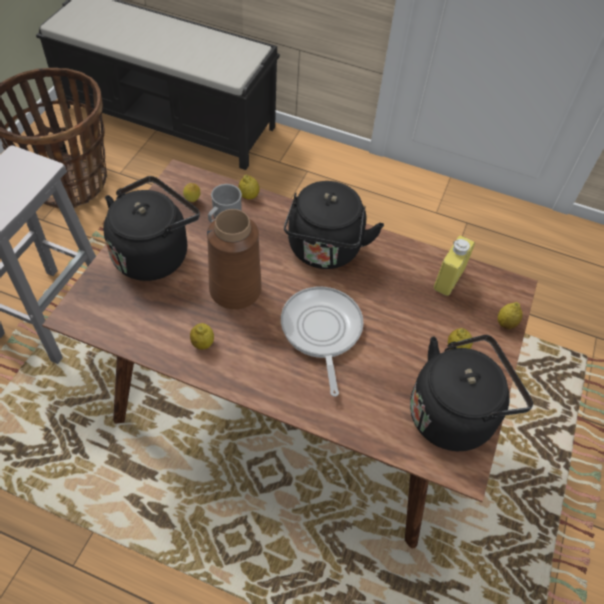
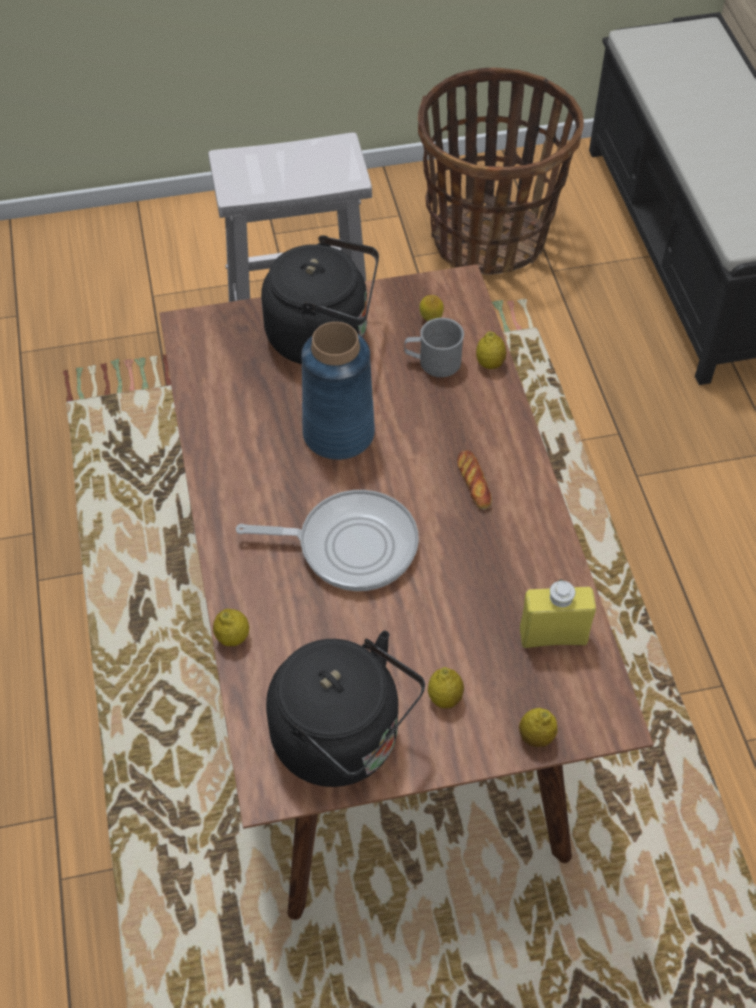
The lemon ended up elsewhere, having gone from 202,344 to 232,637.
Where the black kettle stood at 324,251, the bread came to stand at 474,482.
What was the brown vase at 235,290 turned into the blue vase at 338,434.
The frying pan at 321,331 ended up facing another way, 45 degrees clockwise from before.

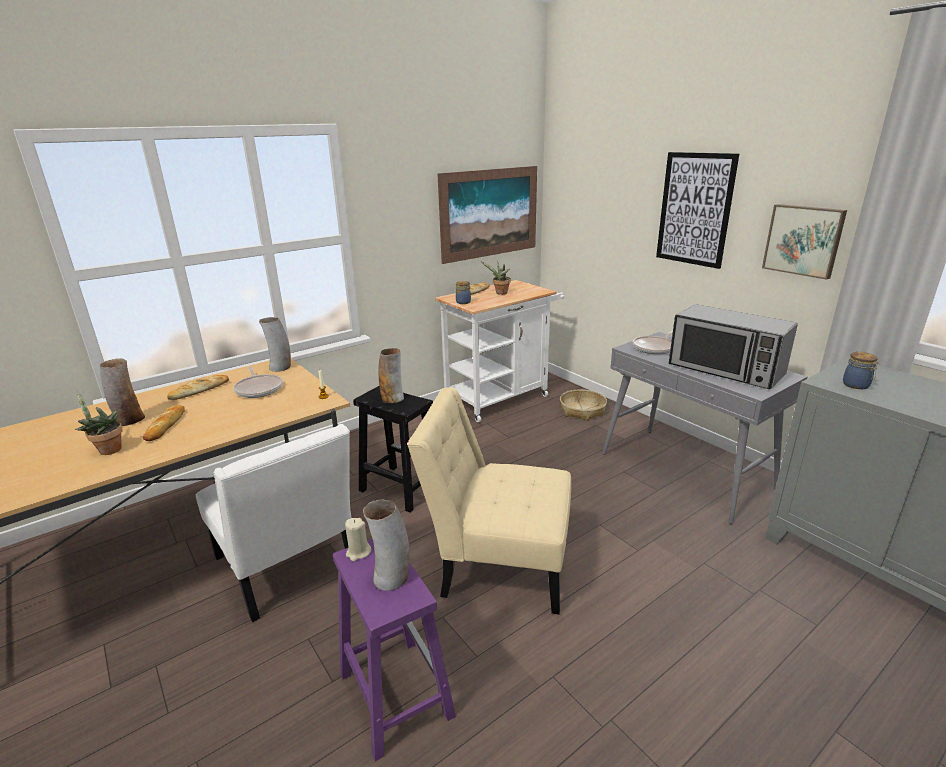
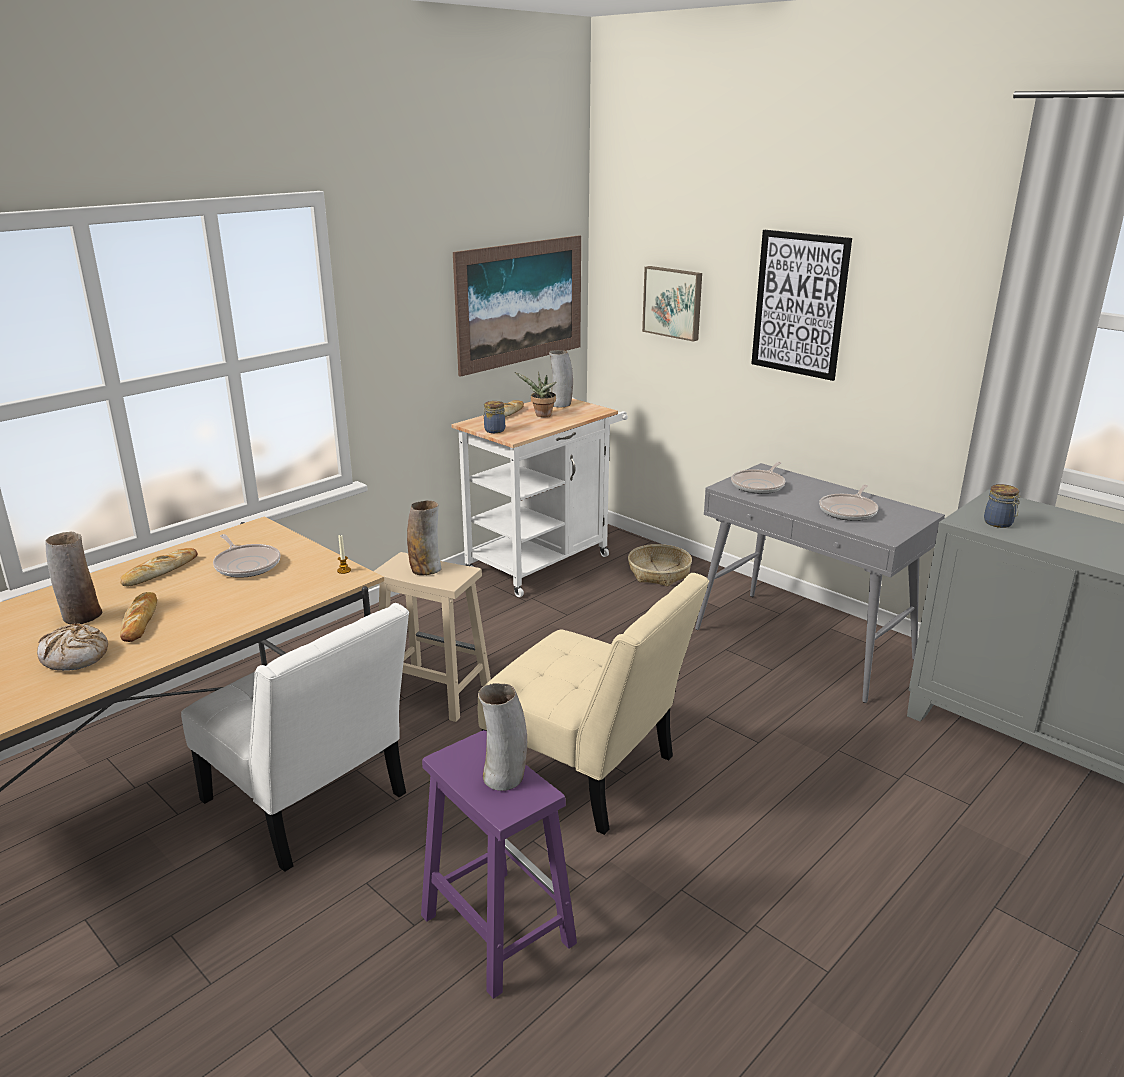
The second view lost the beige candle at 358,552.
The vase ended up elsewhere, having gone from 280,367 to 560,404.
The picture ended up elsewhere, having gone from 803,240 to 673,302.
Where the potted plant stood at 107,450, the bread came to stand at 75,657.
Where the microwave stood at 725,370, the frying pan came to stand at 849,511.
What was the black stool at 399,488 turned into the beige stool at 432,691.
The beige chair at 498,563 ended up facing another way, 150 degrees counterclockwise from before.

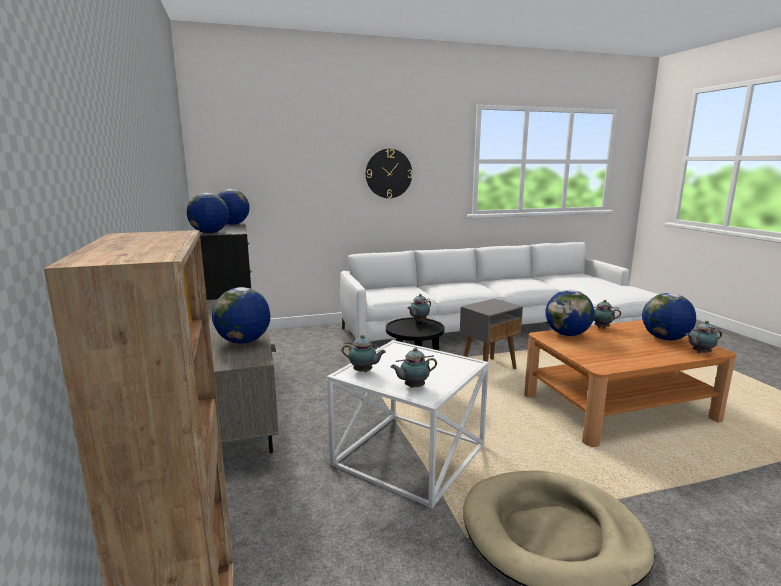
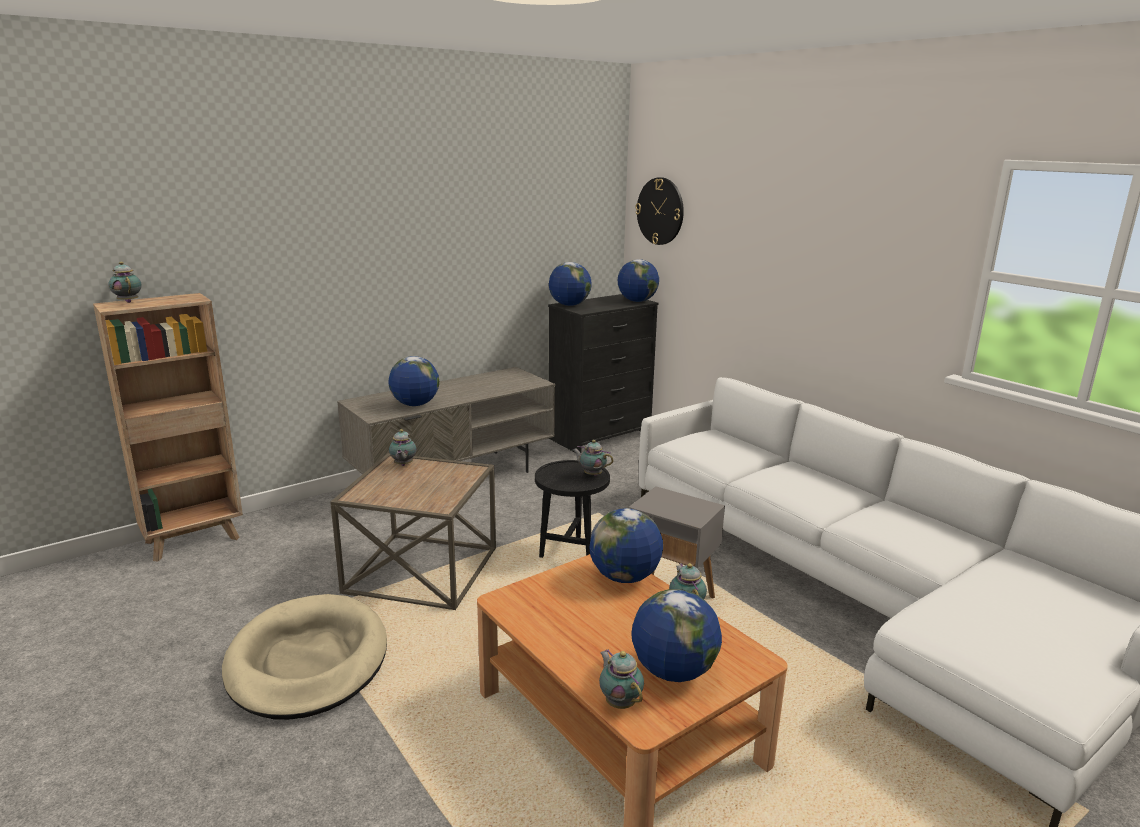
The wall clock ended up elsewhere, having gone from 388,173 to 660,211.
The teapot ended up elsewhere, having gone from 413,387 to 128,302.
What was the white side table at 408,455 turned into the brown side table at 421,569.

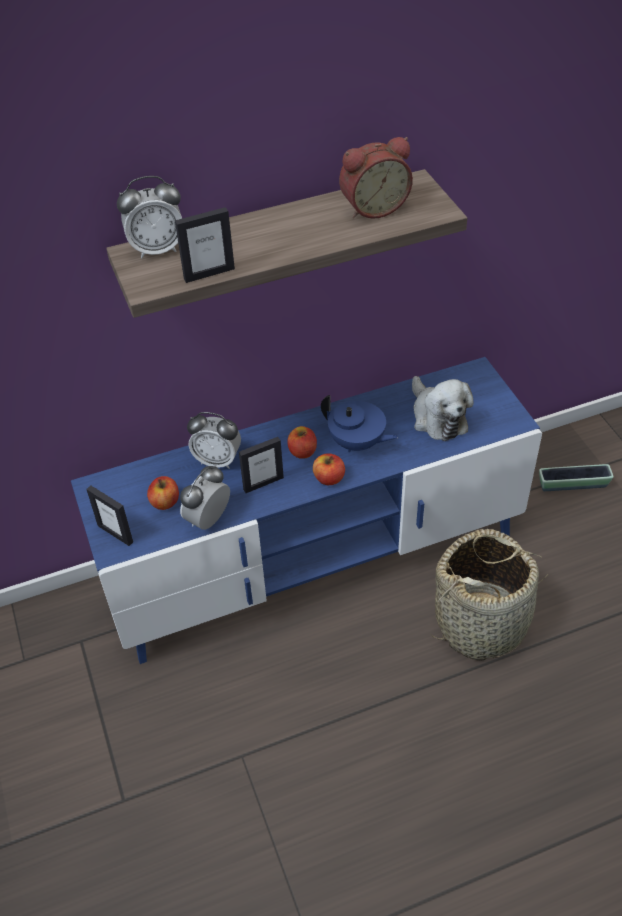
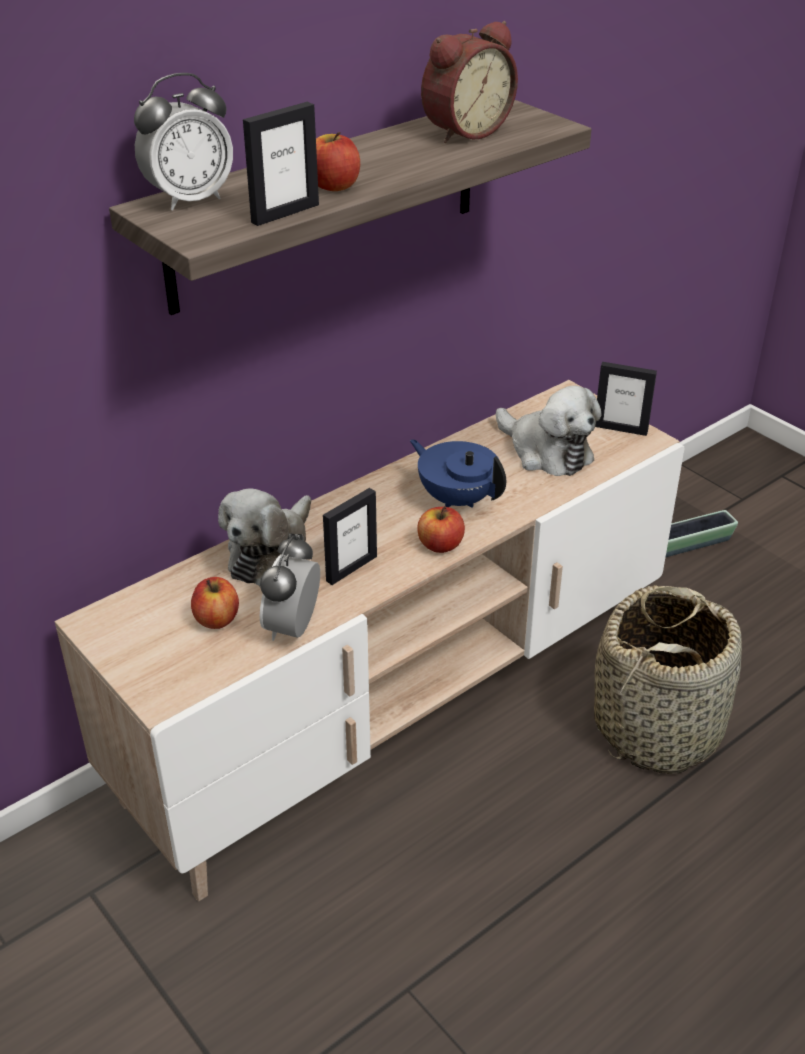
The picture frame ended up elsewhere, having gone from 115,533 to 620,429.
The apple ended up elsewhere, having gone from 302,451 to 334,186.
Where the alarm clock stood at 217,460, the plush toy came to stand at 271,553.
What was the blue tv stand at 315,560 turned into the beige tv stand at 401,702.
The blue teapot at 357,443 ended up facing another way, 150 degrees counterclockwise from before.

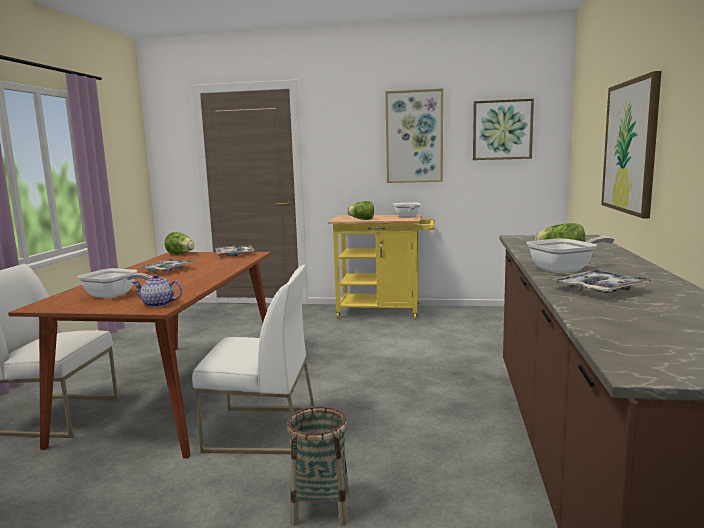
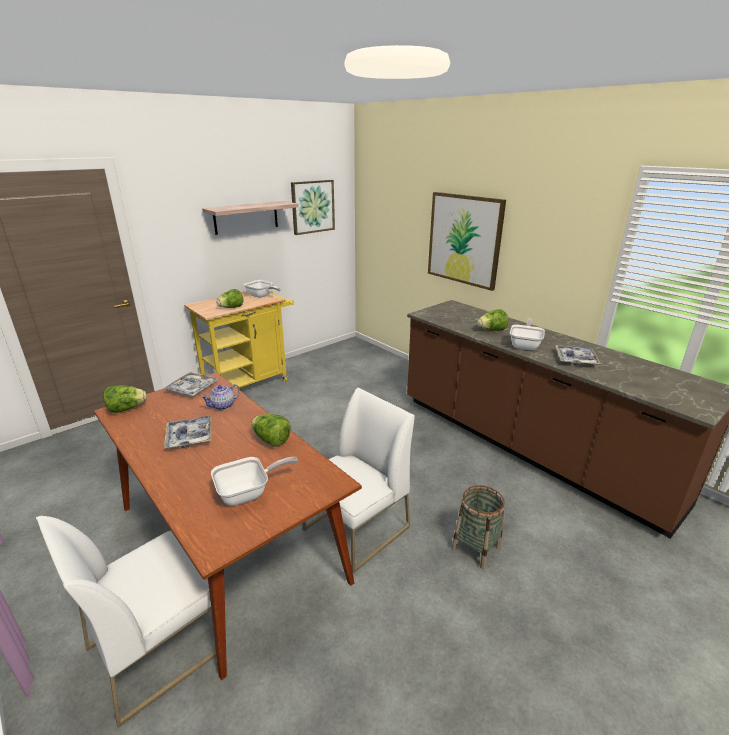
The second view gained the lettuce at 271,440.
The teapot ended up elsewhere, having gone from 158,304 to 223,406.
Where the picture hung at 414,136, the shelf came to hang at 246,217.

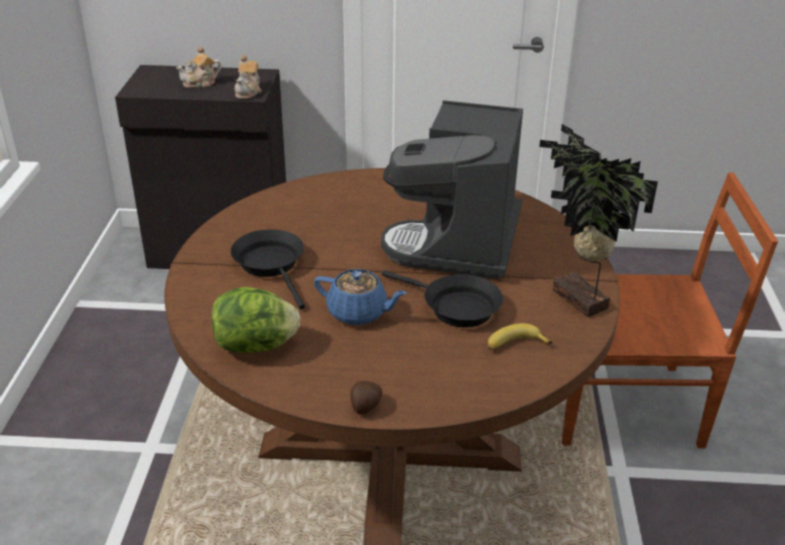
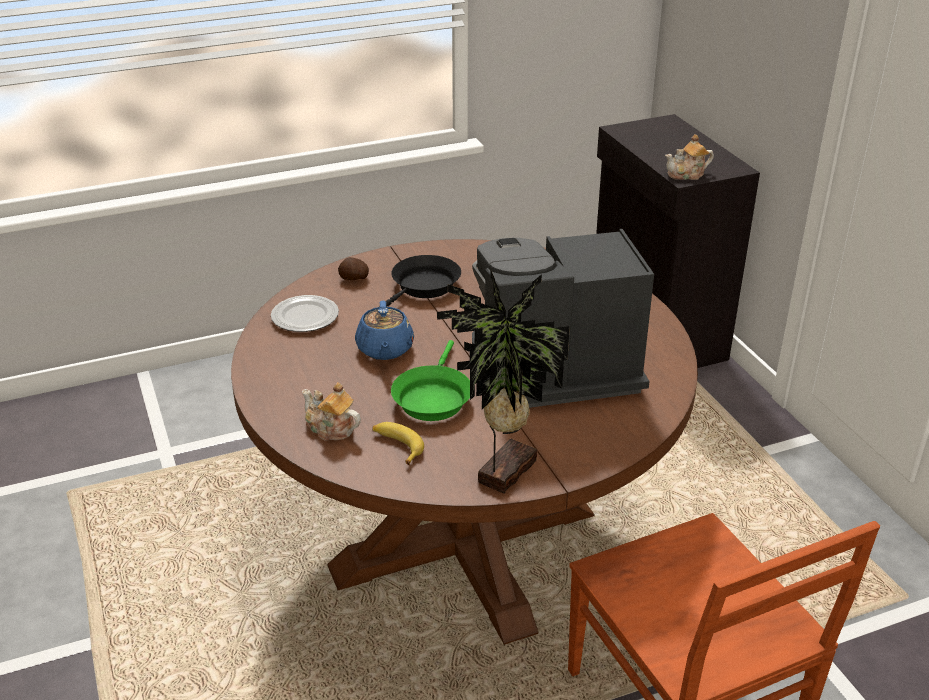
The teapot ended up elsewhere, having gone from 200,83 to 330,428.
The potato ended up elsewhere, having gone from 365,407 to 354,279.
Where the lettuce stood at 256,346, the plate came to stand at 305,317.
What was the black frying pan at 455,307 turned into the green frying pan at 433,397.

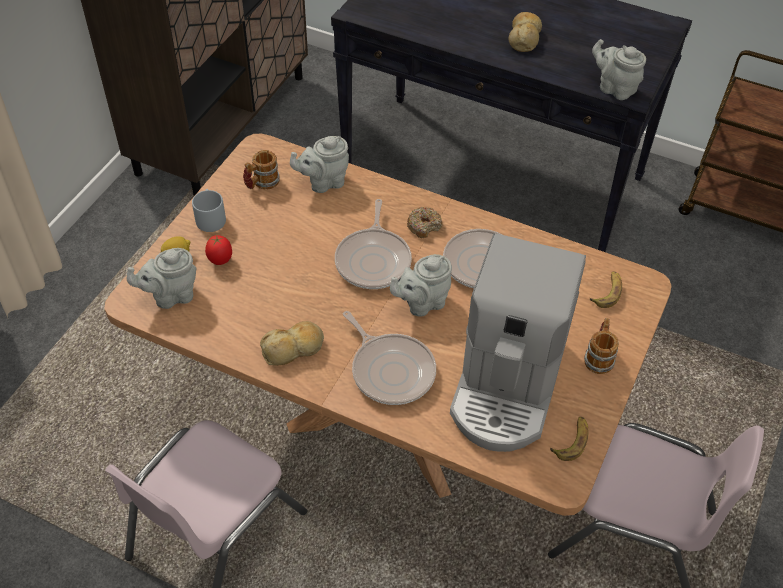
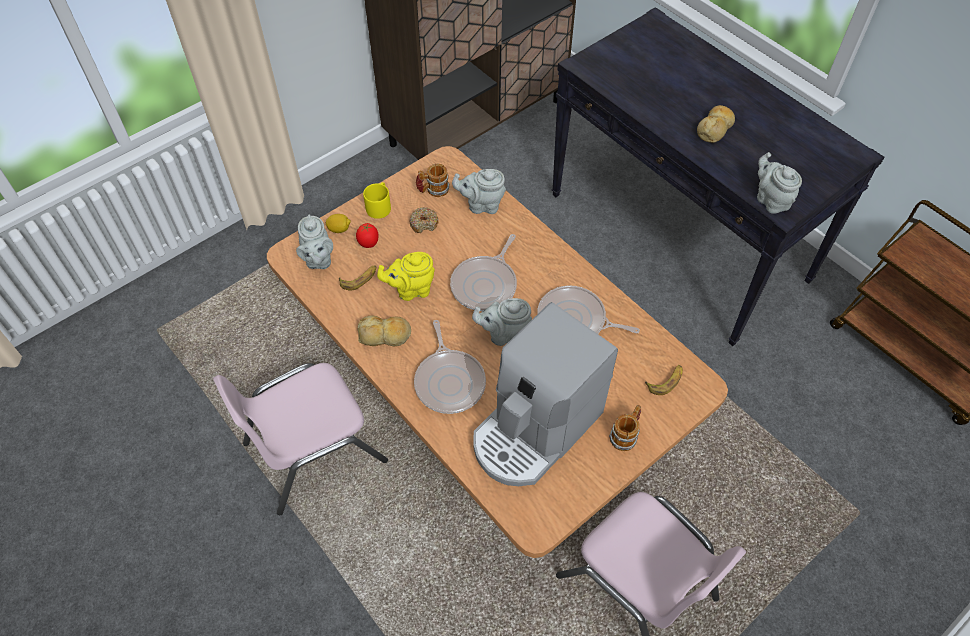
The second view gained the yellow teapot at 411,290.
The donut ended up elsewhere, having gone from 424,226 to 424,223.
The banana ended up elsewhere, having gone from 571,441 to 359,279.
What was the grey mug at 210,217 turned into the yellow mug at 379,205.
The grey teapot at 171,296 ended up facing another way, 105 degrees counterclockwise from before.

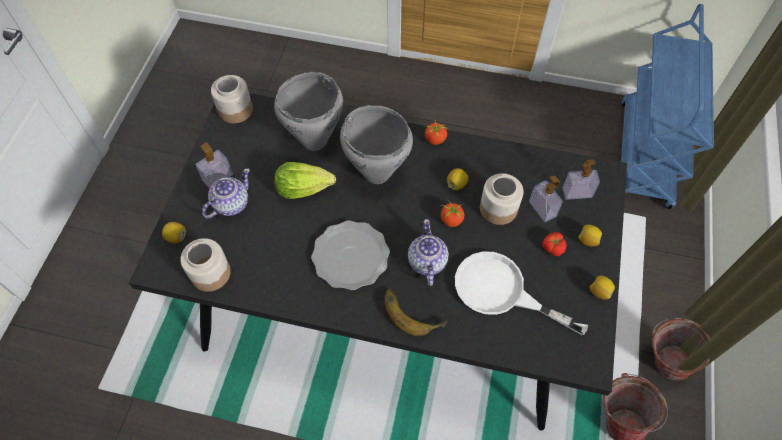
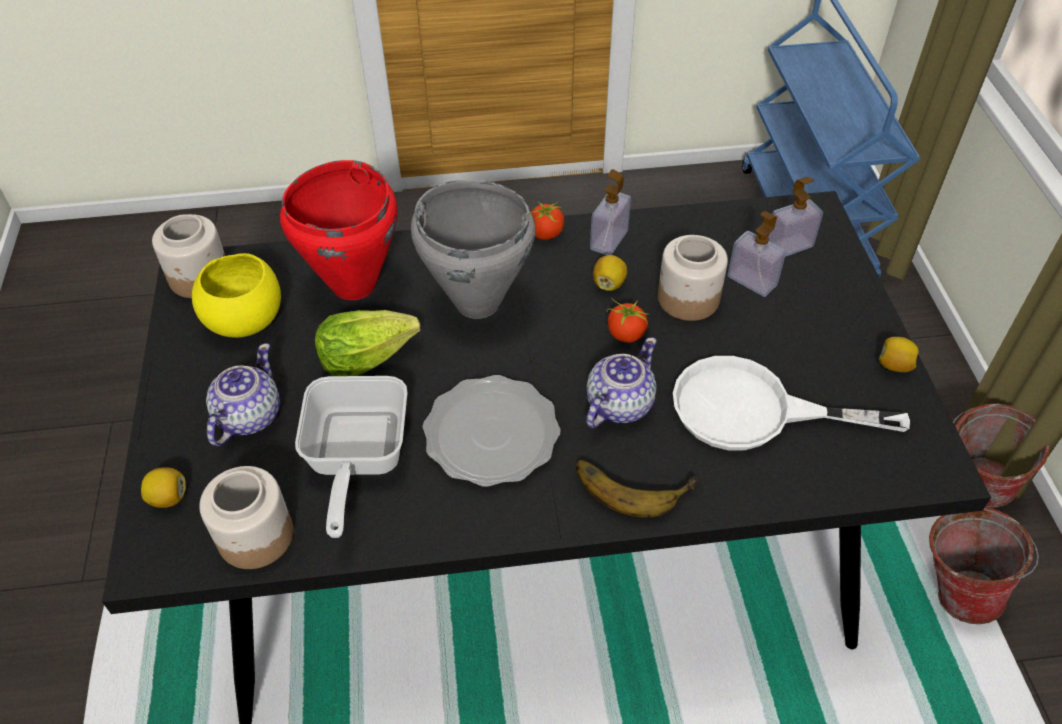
The second view lost the tomato at 552,248.
The second view lost the lemon at 587,240.
The second view gained the yellow bowl at 247,318.
The second view gained the frying pan at 355,459.
The soap dispenser ended up elsewhere, having gone from 217,177 to 609,240.
What was the grey cooking pot at 314,140 turned into the red cooking pot at 352,285.
The teapot at 426,262 ended up facing another way, 60 degrees clockwise from before.

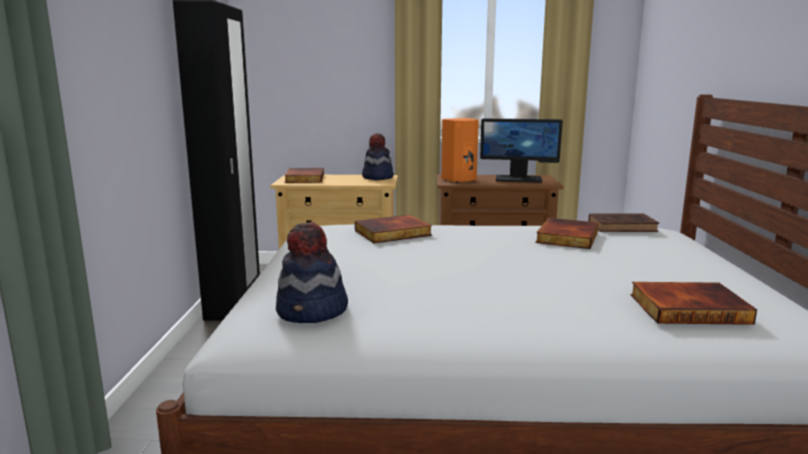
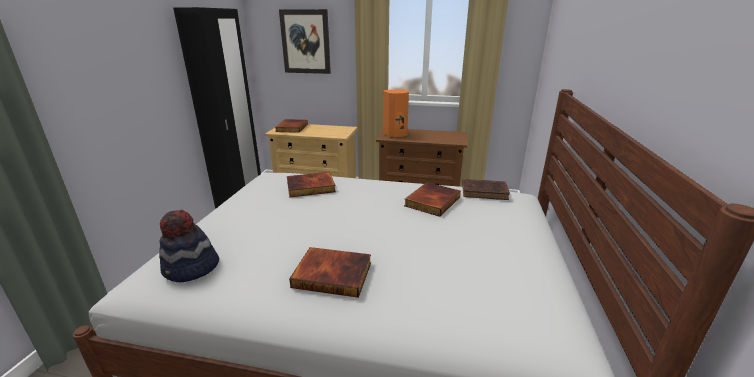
The second view lost the hat at 377,177.
The second view lost the monitor at 518,179.
The second view gained the picture at 305,42.
The book ended up elsewhere, having gone from 688,308 to 333,274.

